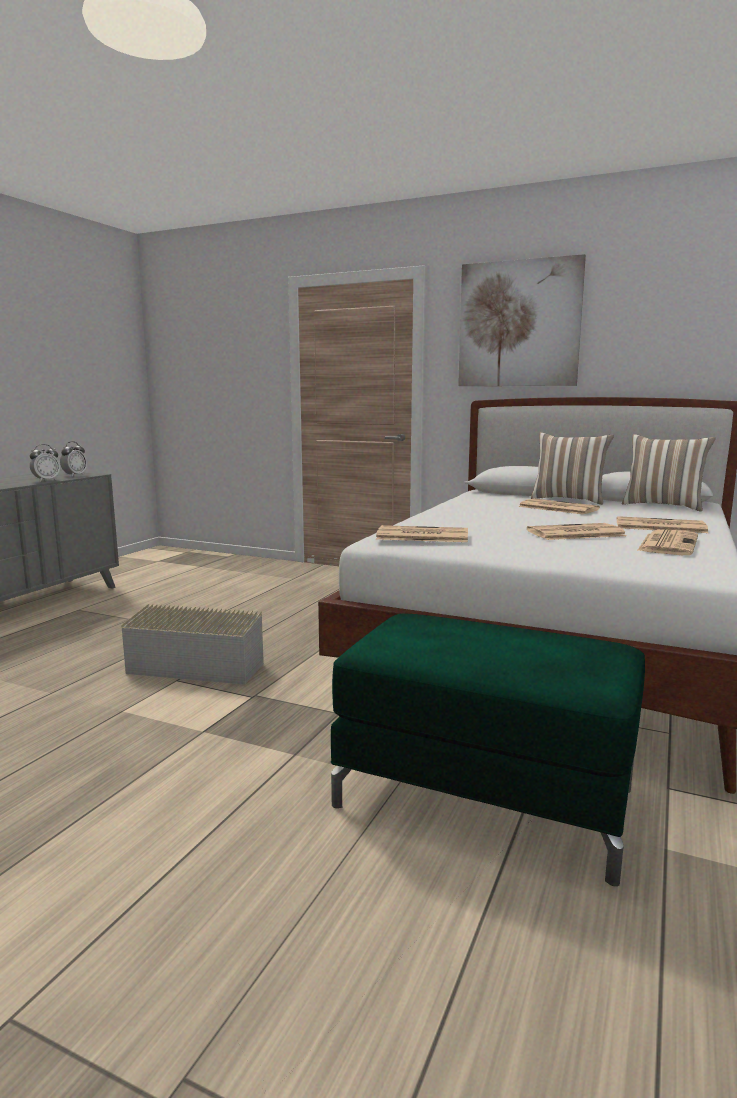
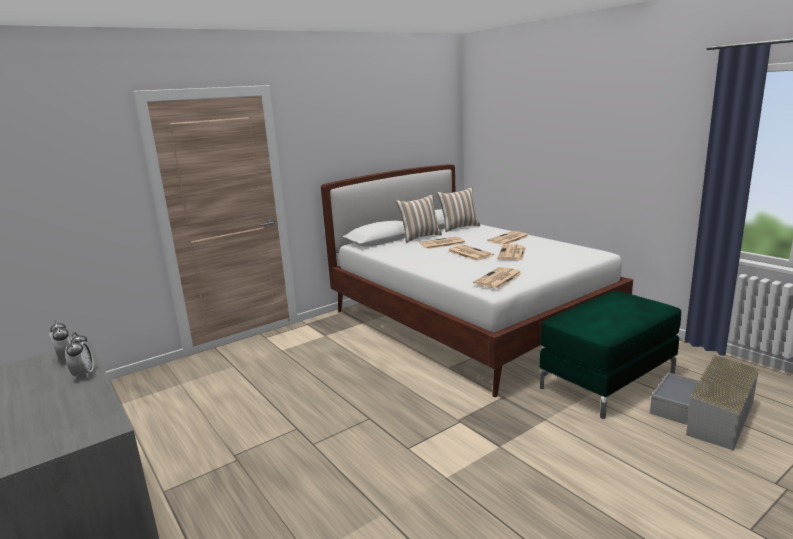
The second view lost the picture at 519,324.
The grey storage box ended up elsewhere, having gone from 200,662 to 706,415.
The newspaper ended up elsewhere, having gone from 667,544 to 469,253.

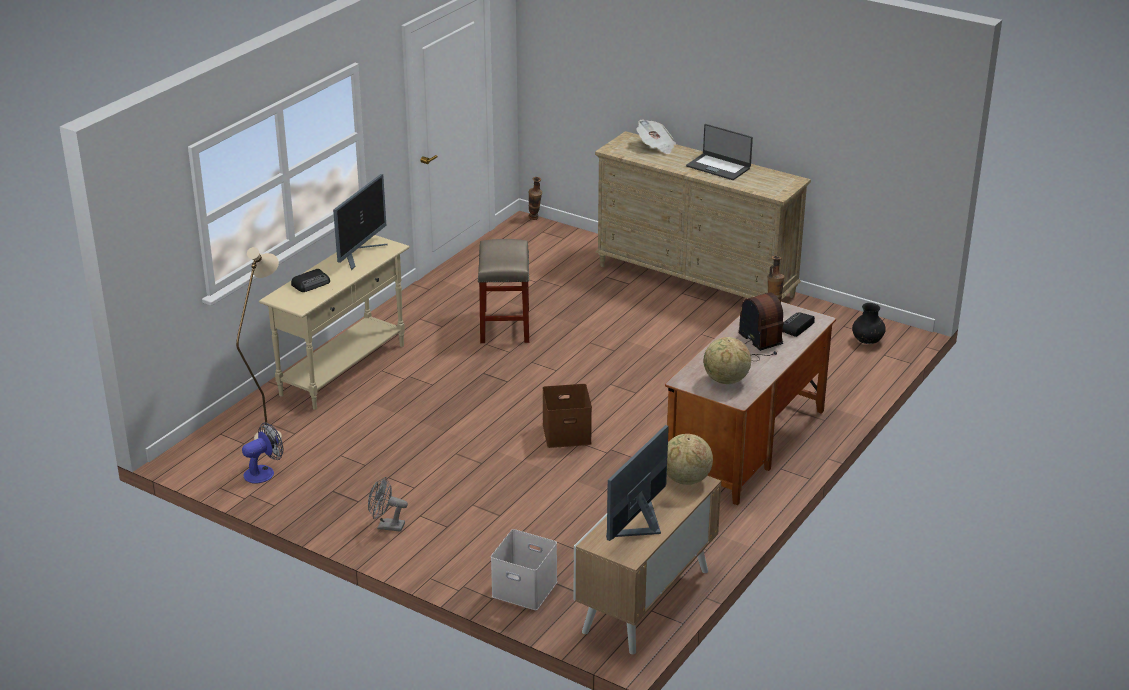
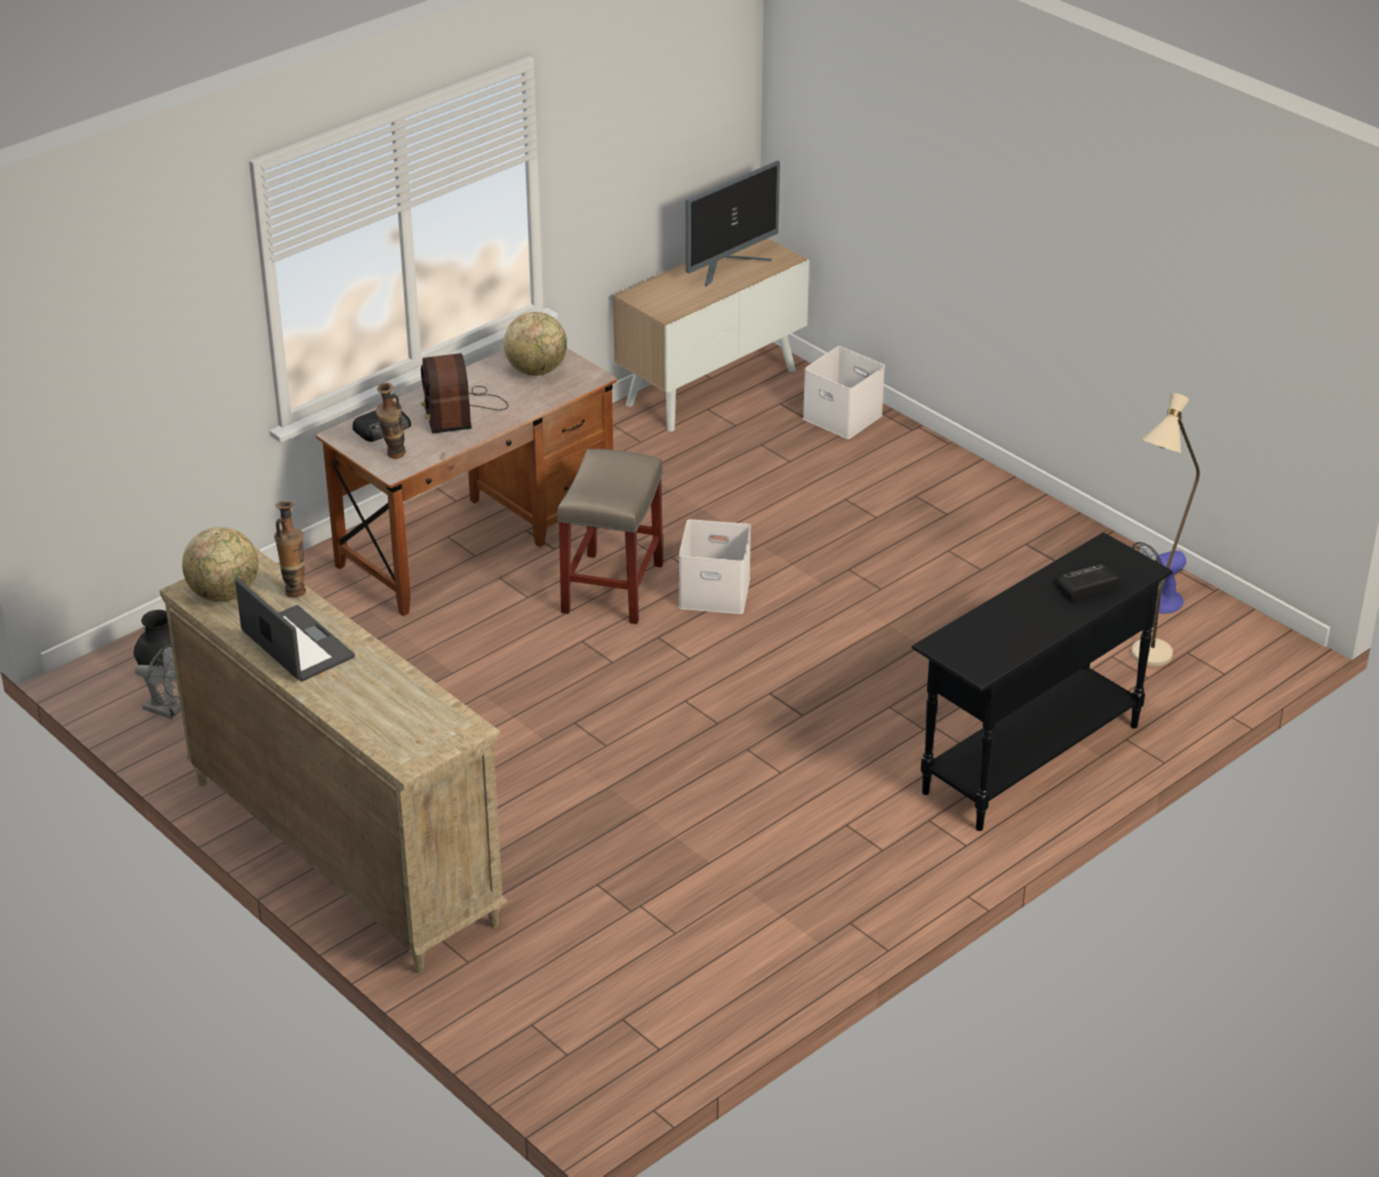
The second view lost the monitor at 360,253.
The second view lost the newspaper at 656,147.
The grey fan ended up elsewhere, having gone from 386,526 to 169,710.
The beige stool ended up elsewhere, having gone from 504,325 to 612,589.
The vase ended up elsewhere, having gone from 535,219 to 294,589.
The globe ended up elsewhere, having gone from 685,479 to 224,594.
What was the beige console table at 343,370 turned into the black console table at 1030,759.
What was the brown storage box at 567,433 turned into the white storage box at 713,593.

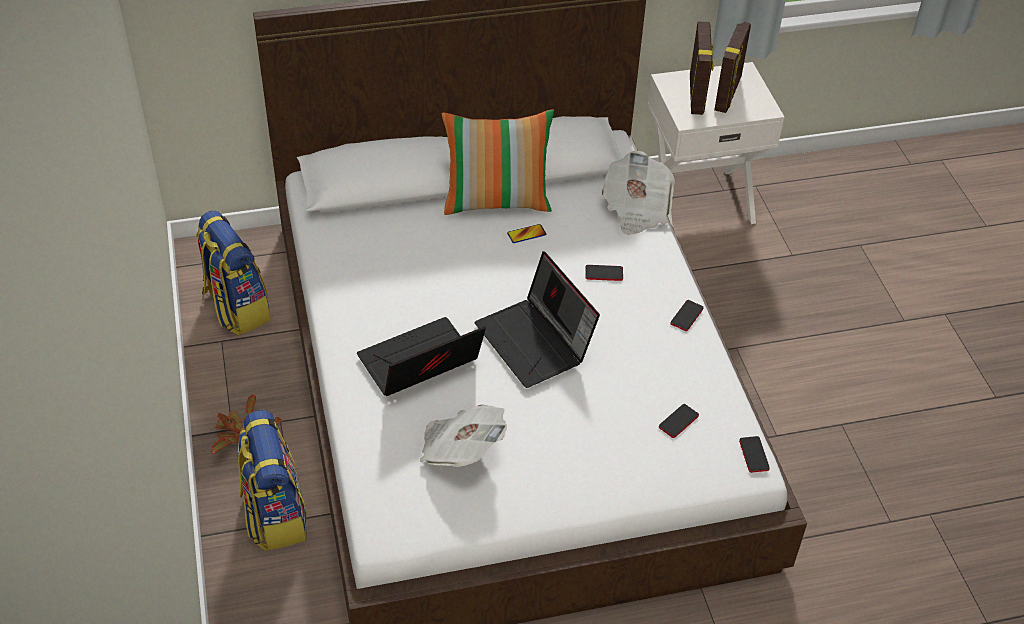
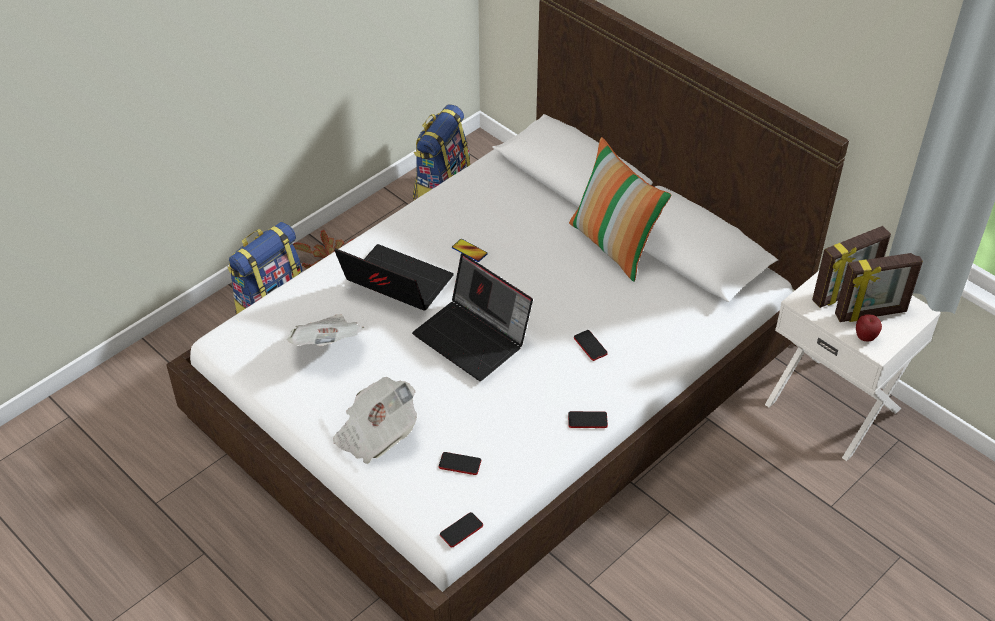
The second view gained the apple at 865,337.
The phone ended up elsewhere, having gone from 526,234 to 469,251.
The newspaper ended up elsewhere, having gone from 636,209 to 376,434.
The laptop at 536,342 ended up facing another way, 75 degrees counterclockwise from before.

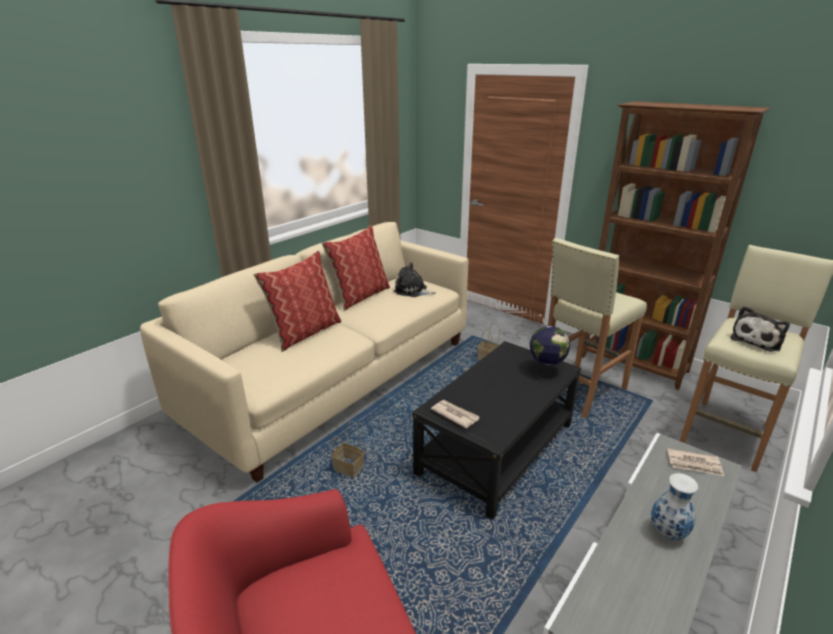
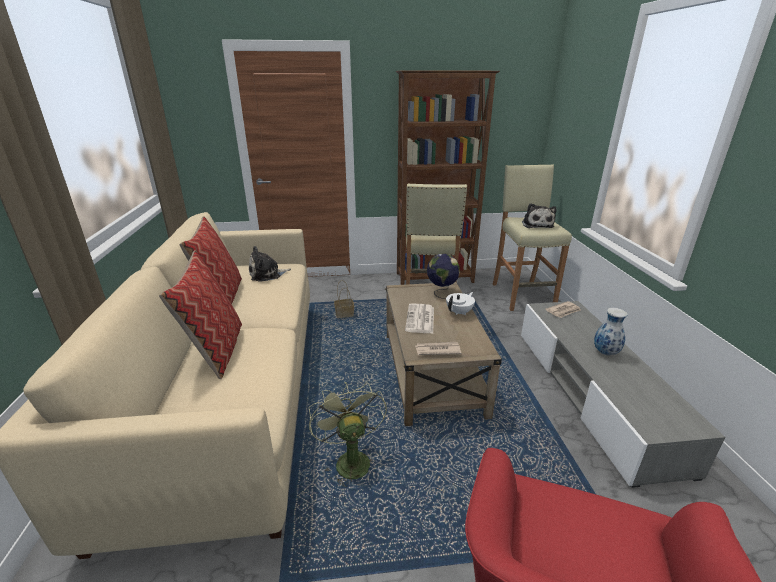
The second view gained the newspaper at 420,319.
The second view gained the white teapot at 459,312.
Where the basket stood at 347,468, the green fan came to stand at 349,459.
What was the black coffee table at 497,448 turned into the beige coffee table at 432,372.

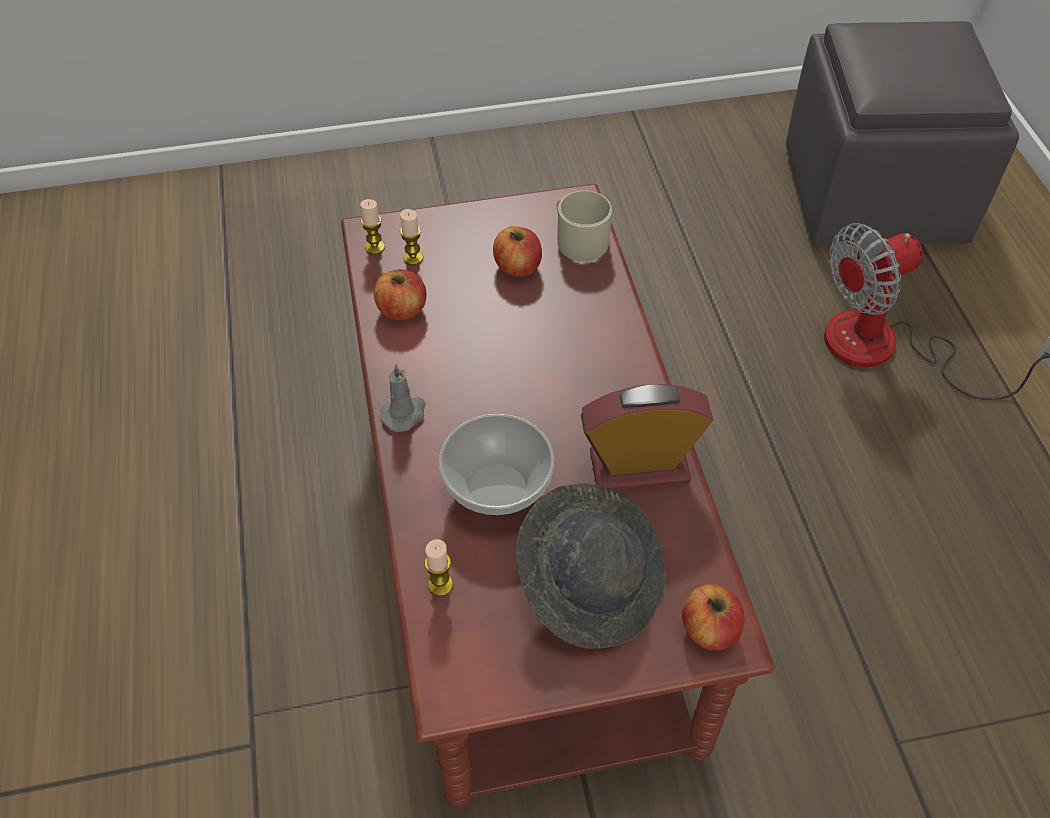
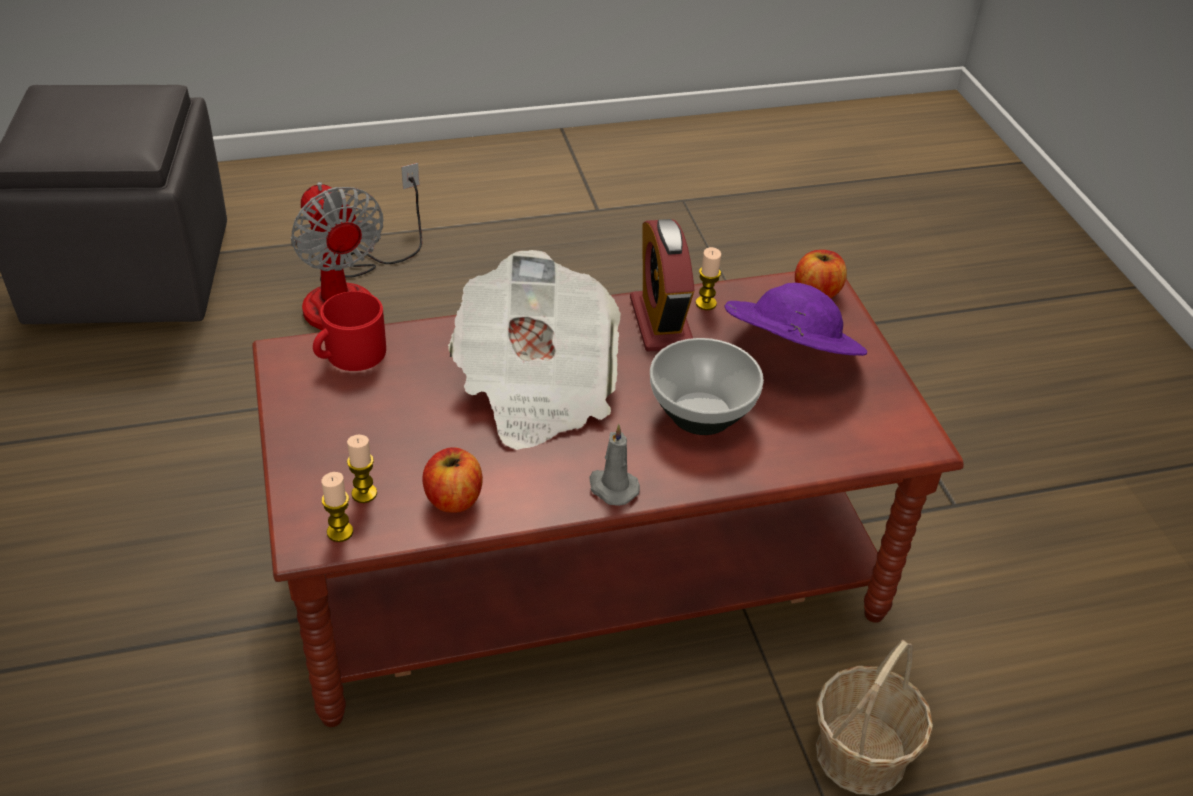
The second view lost the apple at 517,267.
The second view gained the newspaper at 535,387.
The second view gained the basket at 862,754.
The candle ended up elsewhere, having gone from 440,585 to 706,303.
What was the grey hat at 591,582 turned into the purple hat at 788,355.
What was the beige mug at 578,239 turned into the red mug at 349,355.

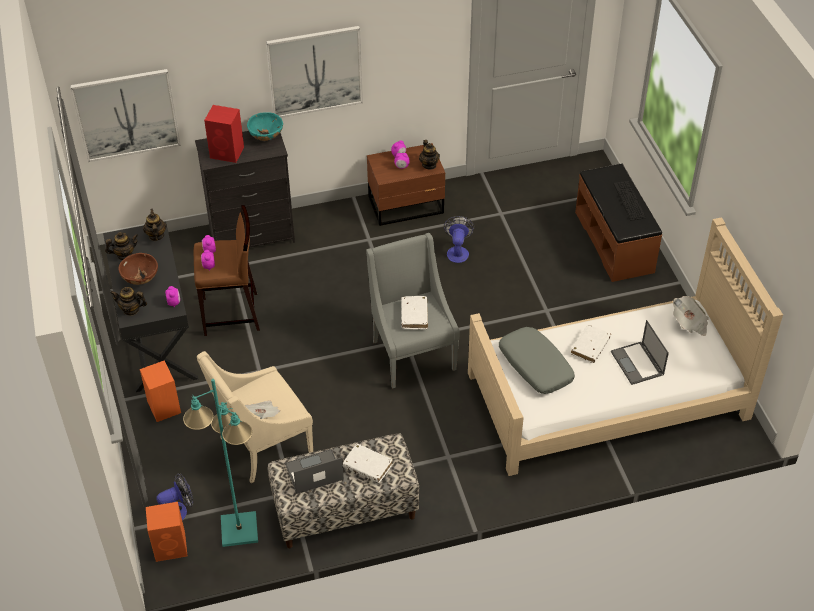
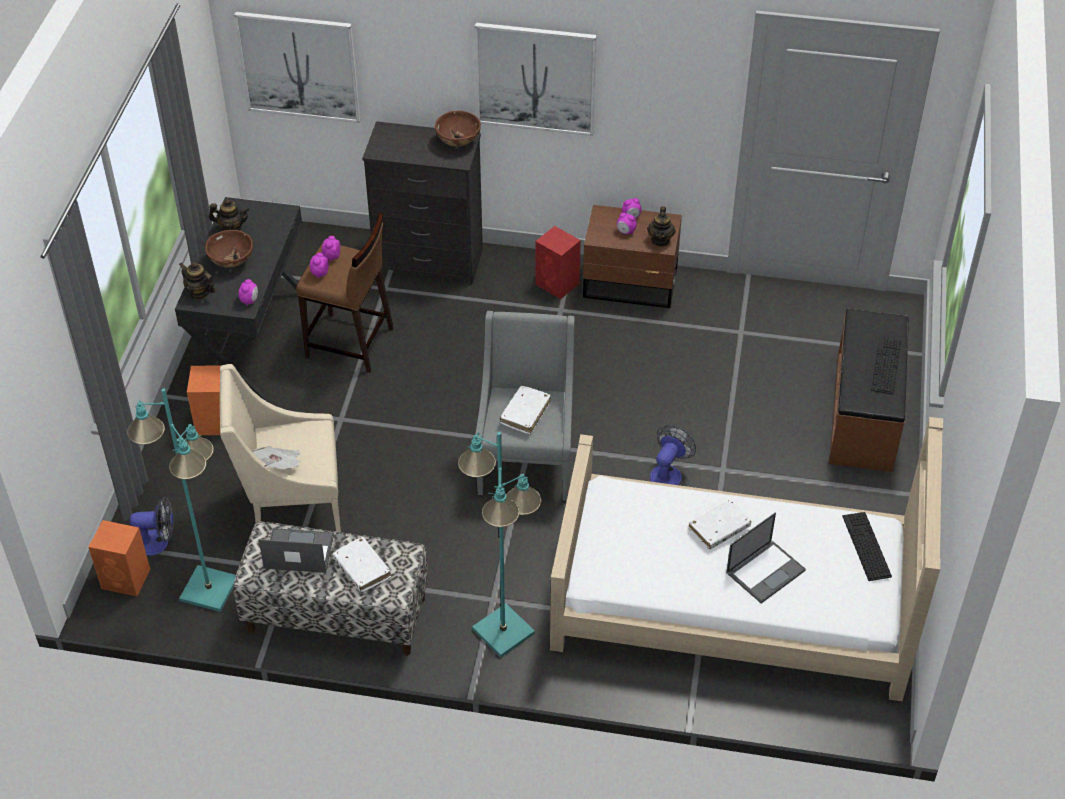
The second view lost the teapot at 156,236.
The second view lost the grey pillow at 534,366.
The second view gained the turquoise floor lamp at 503,630.
The red speaker ended up elsewhere, having gone from 228,152 to 558,284.
The fan ended up elsewhere, having gone from 458,251 to 668,473.
Where the newspaper stood at 689,323, the keyboard came to stand at 866,546.
What was the turquoise bowl at 266,136 turned into the brown bowl at 458,142.
The laptop at 637,363 ended up facing another way, 135 degrees counterclockwise from before.

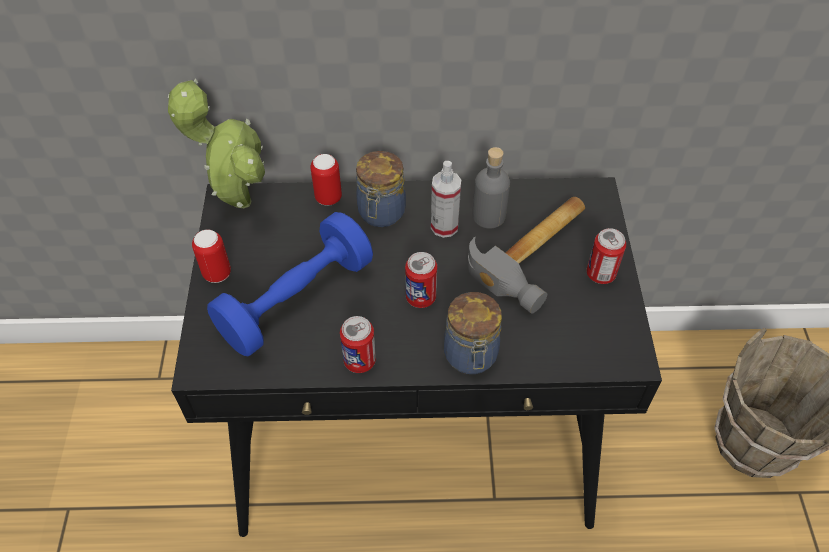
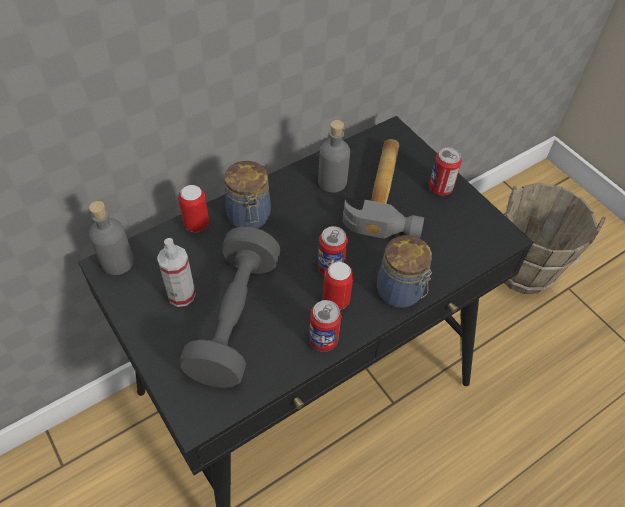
The can ended up elsewhere, having gone from 217,273 to 336,300.
The spray bottle ended up elsewhere, having gone from 444,226 to 181,295.
Where the potted plant stood at 237,200, the grey bottle came to stand at 117,262.
What was the blue dumbbell at 296,300 turned into the grey dumbbell at 235,319.

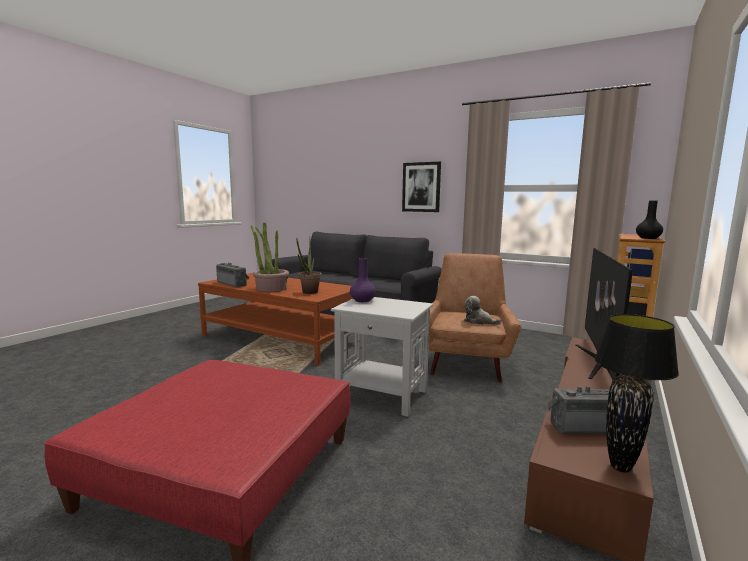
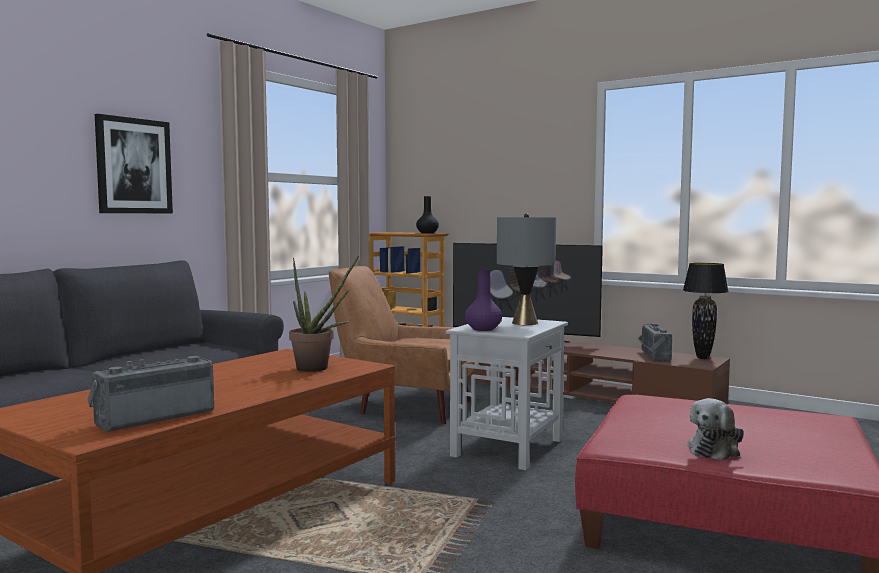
The second view lost the potted plant at 271,288.
The second view gained the grey table lamp at 524,323.
The plush toy ended up elsewhere, having gone from 478,321 to 715,450.

